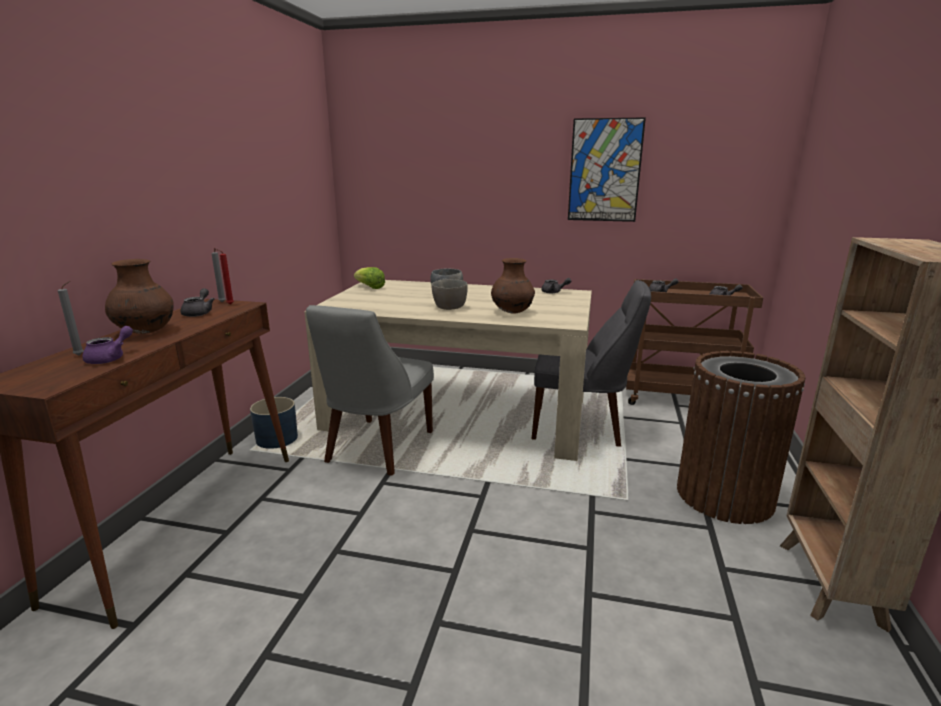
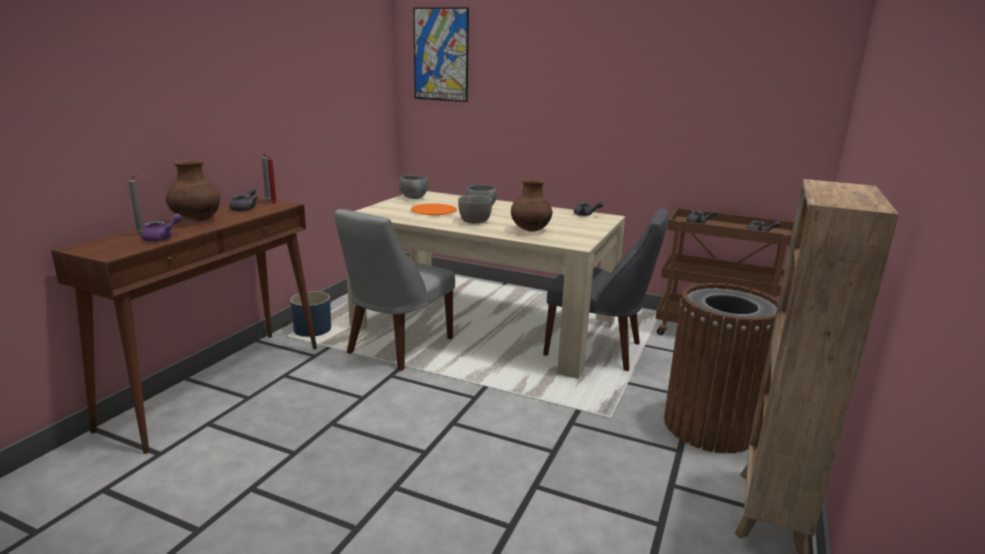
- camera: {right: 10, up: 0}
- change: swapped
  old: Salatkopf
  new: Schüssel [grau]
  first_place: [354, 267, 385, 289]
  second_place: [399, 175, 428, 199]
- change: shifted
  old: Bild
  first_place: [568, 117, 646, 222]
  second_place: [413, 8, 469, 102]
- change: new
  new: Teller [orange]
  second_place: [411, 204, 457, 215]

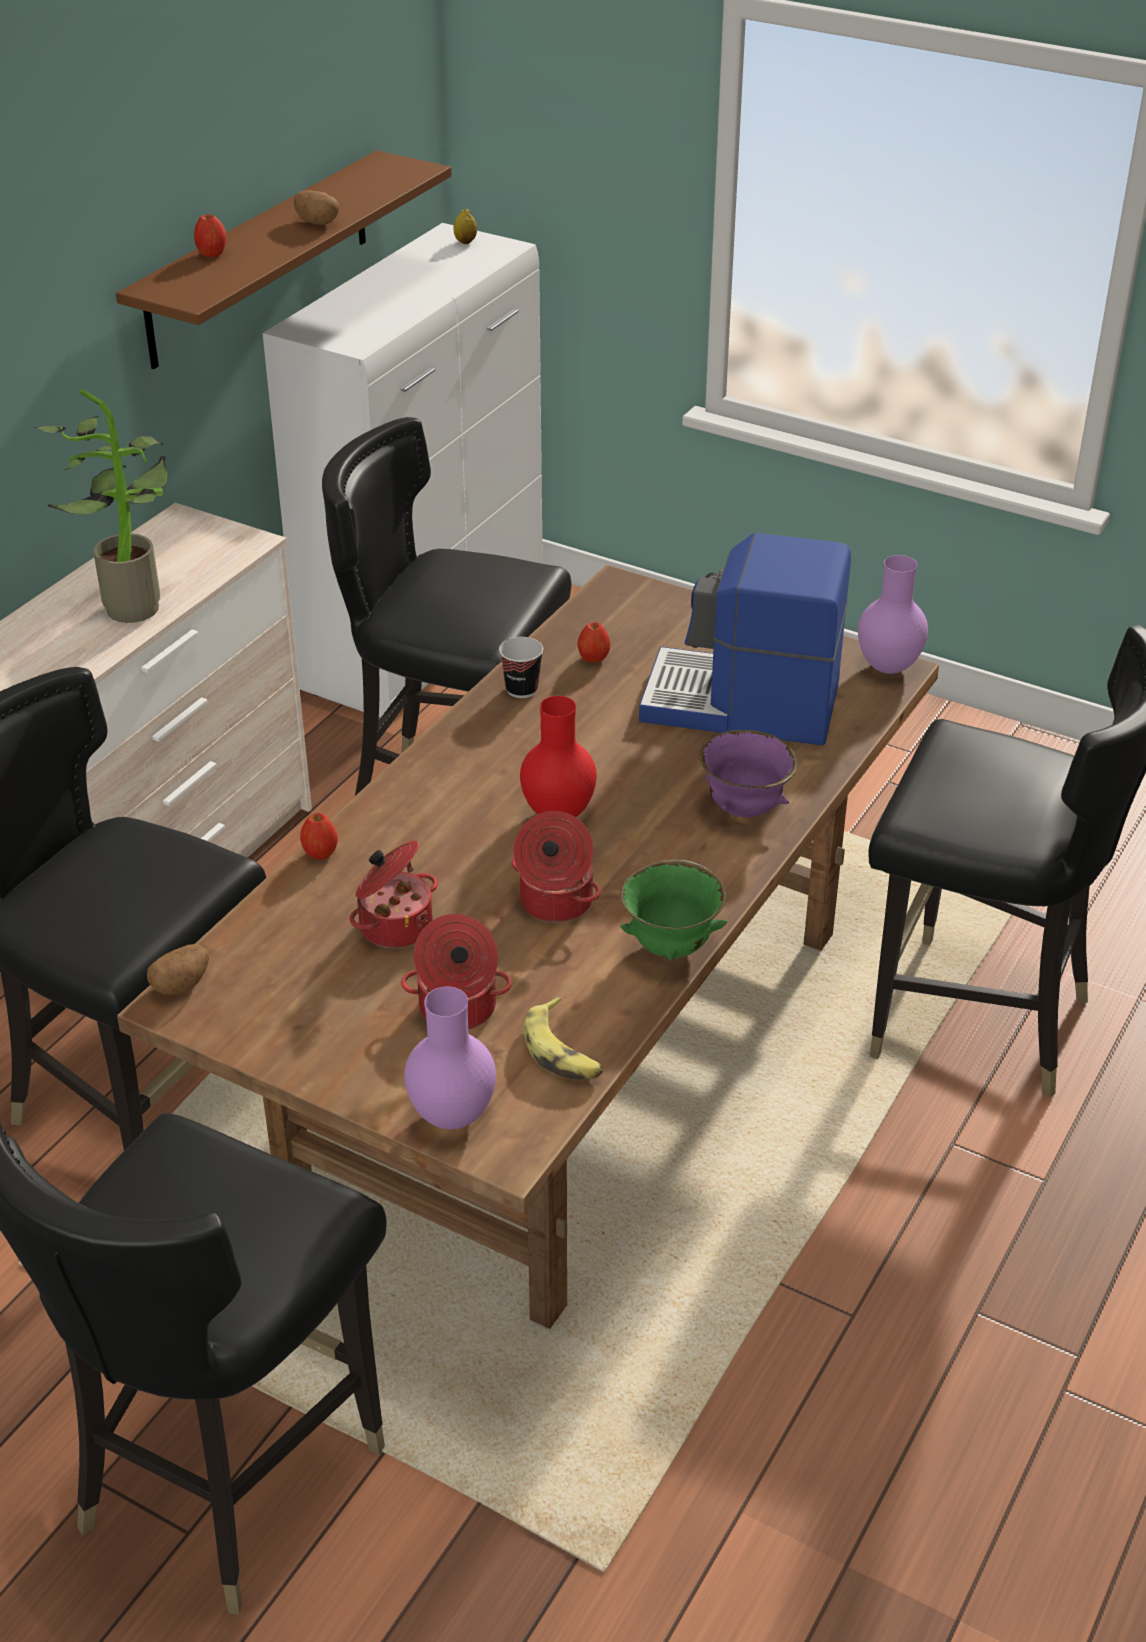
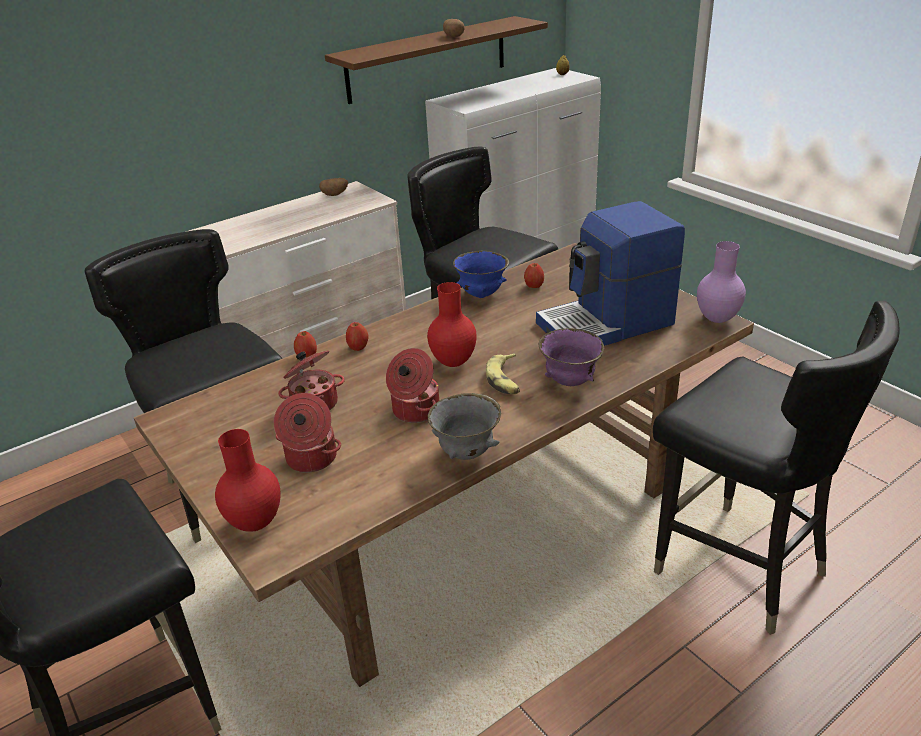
- camera: {right: 25, up: -5}
- change: gone
  old: Topfpflanze
  first_place: [34, 389, 168, 623]
- change: shifted
  old: Kartoffel
  first_place: [147, 944, 209, 995]
  second_place: [319, 178, 348, 196]
- change: shifted
  old: Apfel
  first_place: [194, 215, 227, 257]
  second_place: [346, 322, 369, 351]
- change: repainted
  old: Vase [lila]
  new: Vase [rot]
  first_place: [404, 987, 496, 1129]
  second_place: [215, 429, 281, 532]
- change: swapped
  old: Tasse
  new: Schüssel [blau]
  first_place: [499, 637, 543, 698]
  second_place: [453, 250, 509, 298]
- change: shifted
  old: Banane
  first_place: [524, 997, 603, 1080]
  second_place: [486, 353, 520, 394]
- change: repainted
  old: Schüssel [grün]
  new: Schüssel [grau]
  first_place: [620, 859, 727, 960]
  second_place: [428, 393, 501, 460]
- change: rotated
  old: Kaffeemaschine
  first_place: [639, 533, 851, 746]
  second_place: [536, 201, 685, 346]
  degrees: -60

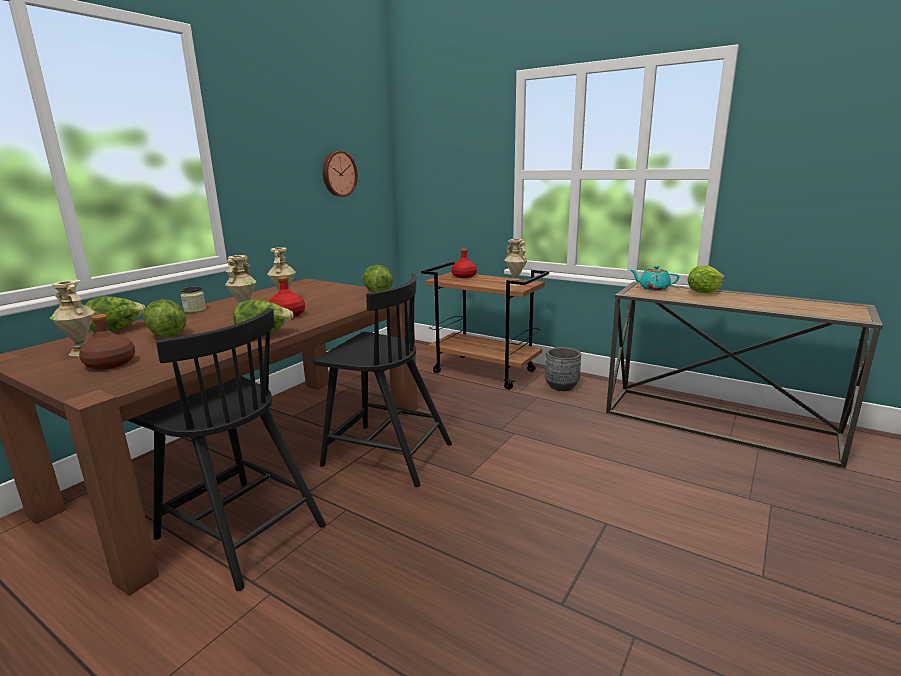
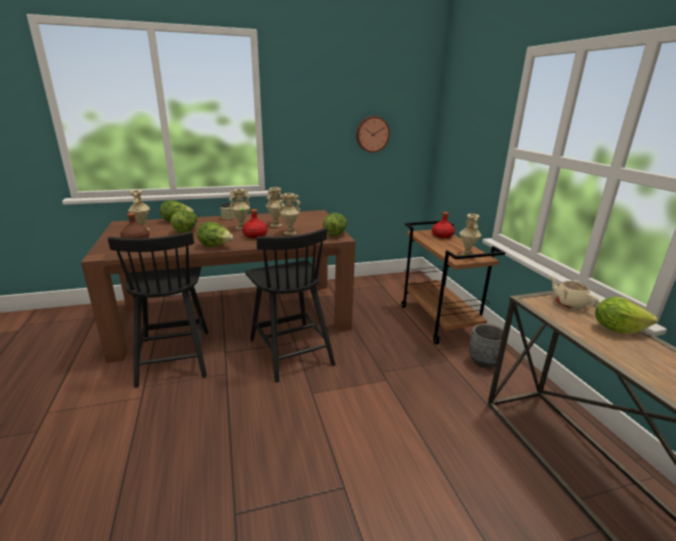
- camera: {right: 40, up: 5}
- change: repainted
  old: Teekanne [türkis]
  new: Teekanne [beige]
  first_place: [631, 266, 679, 291]
  second_place: [550, 276, 599, 310]
- change: new
  new: Vase [beige]
  second_place: [279, 193, 300, 235]

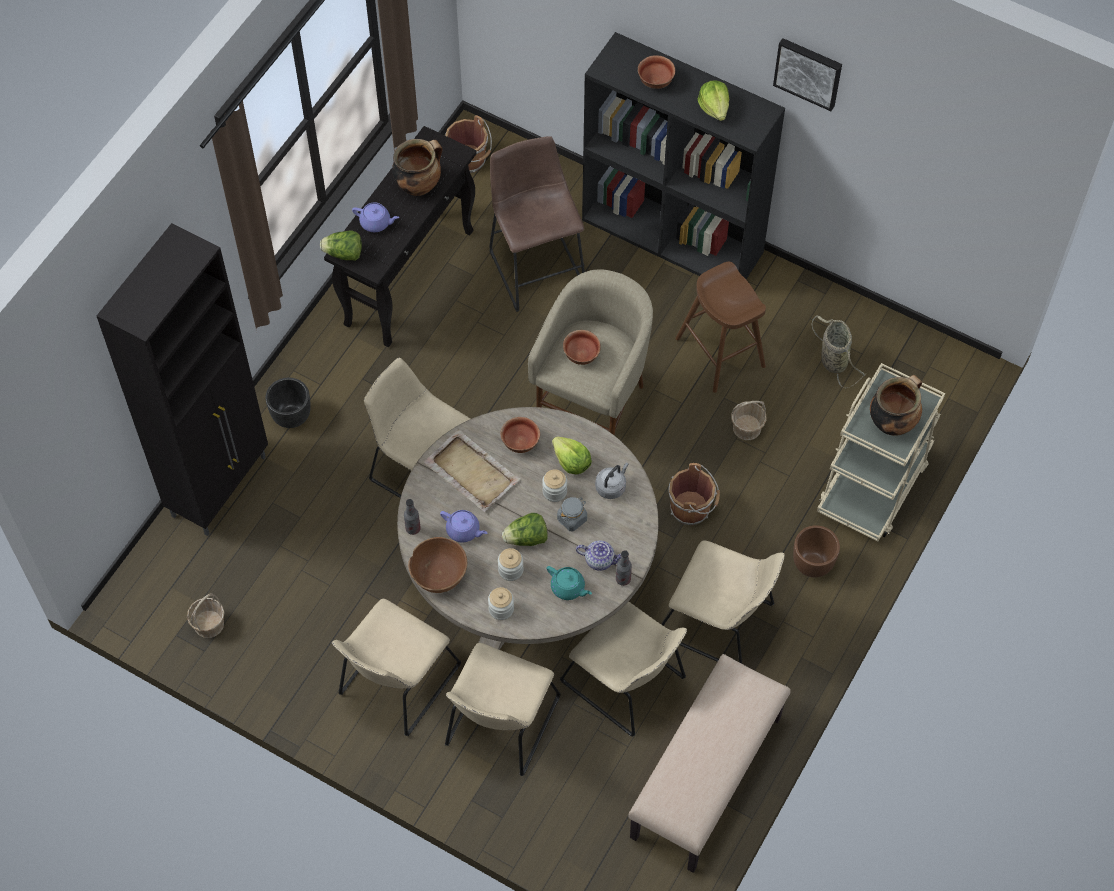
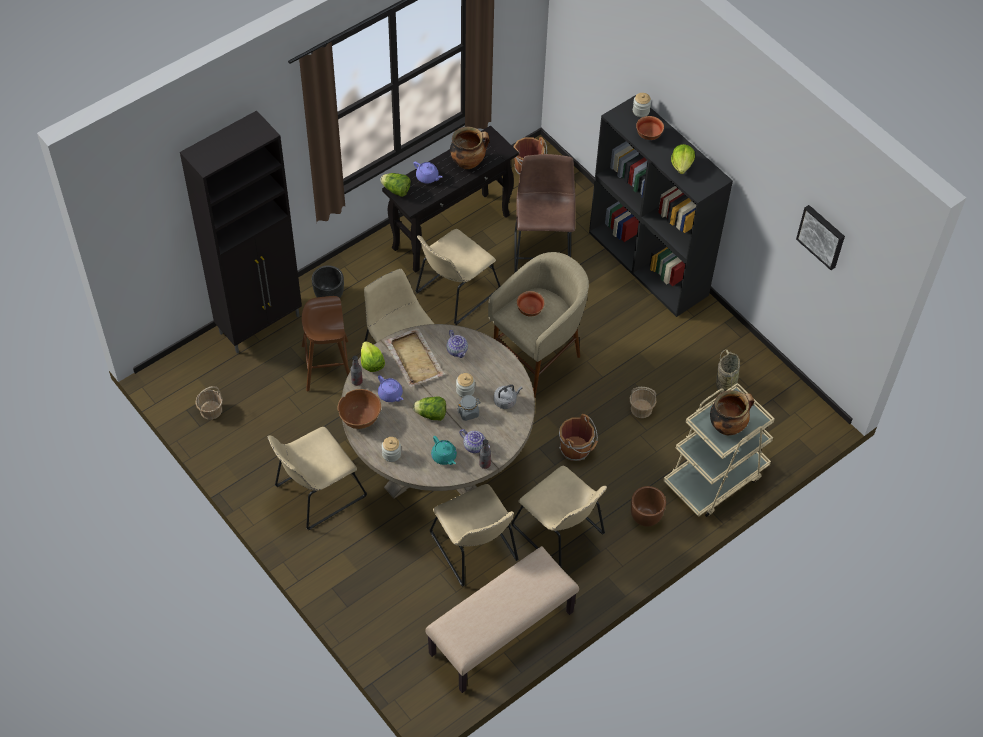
- camera: {right: 20, up: -5}
- change: shifted
  old: Stuhl [beige]
  first_place: [445, 643, 561, 776]
  second_place: [415, 229, 500, 325]
- change: shifted
  old: Vorratsglas
  first_place: [498, 548, 524, 581]
  second_place: [633, 93, 651, 117]
- change: swapped
  old: Schüssel
  new: Teekanne
  first_place: [501, 417, 540, 453]
  second_place: [446, 330, 468, 358]
- change: shifted
  old: Salatkopf
  first_place: [552, 436, 592, 474]
  second_place: [361, 341, 385, 372]
- change: shifted
  old: Hocker [braun]
  first_place: [676, 262, 766, 393]
  second_place: [302, 296, 350, 391]
- change: shifted
  old: Bild
  first_place: [773, 38, 842, 111]
  second_place: [796, 205, 845, 270]

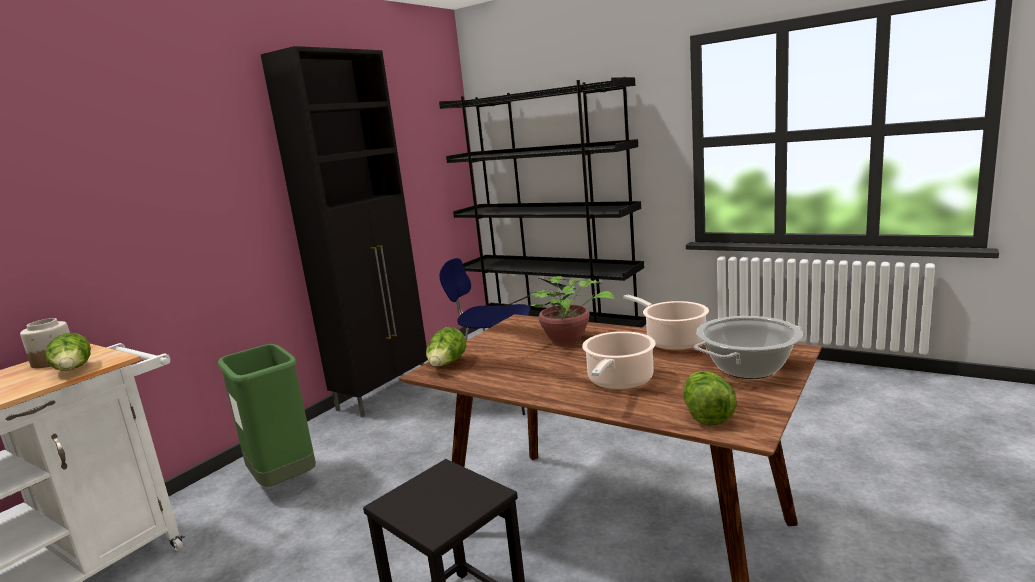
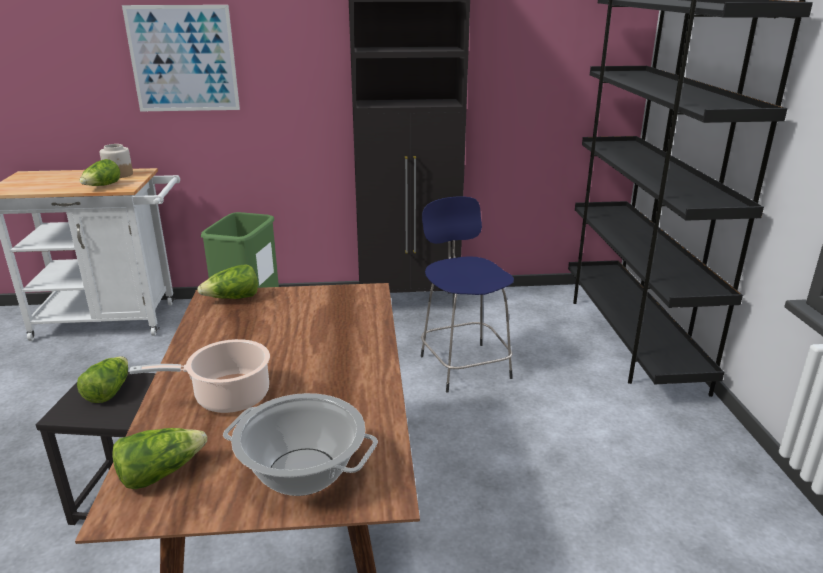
- camera: {right: 50, up: 10}
- change: gone
  old: Topfpflanze
  first_place: [477, 276, 615, 345]
- change: gone
  old: Kochtopf
  first_place: [623, 295, 709, 351]
- change: new
  new: Salatkopf
  second_place: [77, 356, 128, 403]
- change: new
  new: Bild
  second_place: [122, 5, 240, 111]

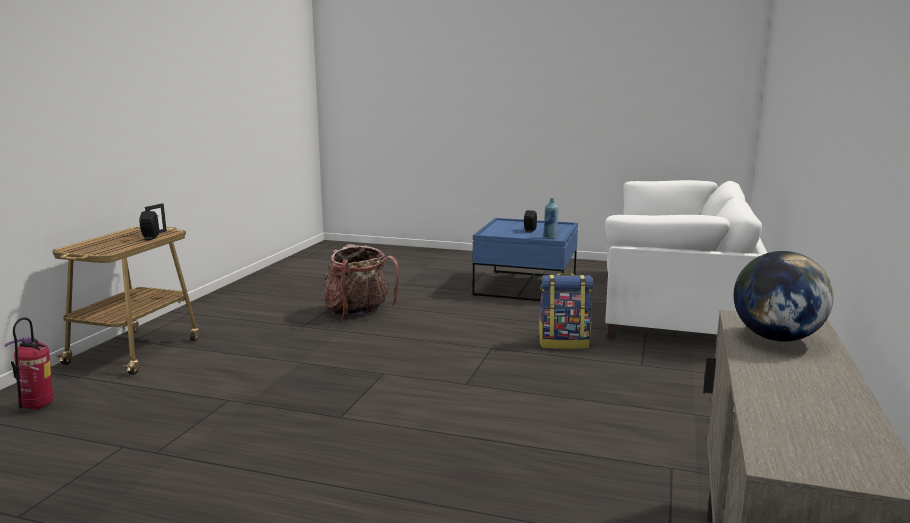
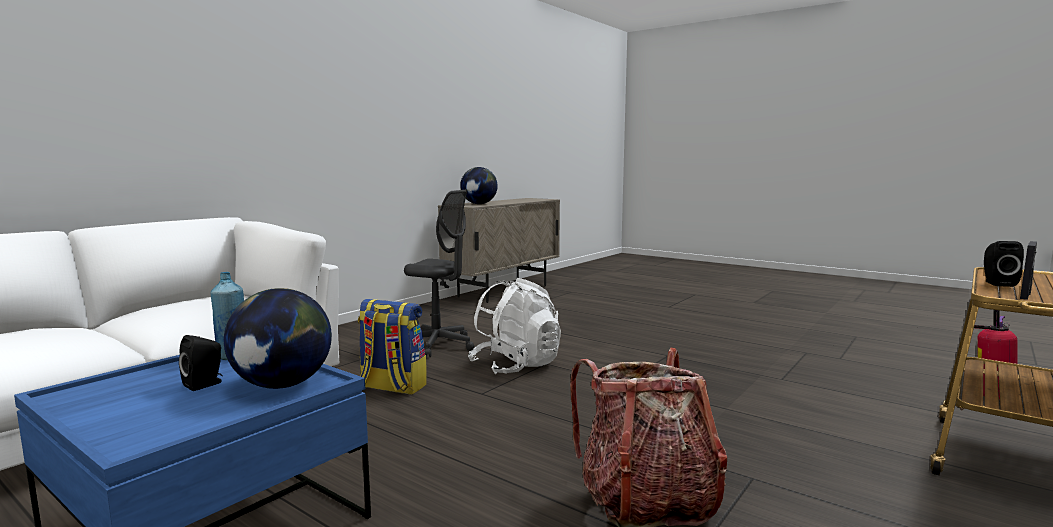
- camera: {right: -160, up: -5}
- change: new
  new: Globus
  second_place: [224, 288, 332, 389]
- change: new
  new: Bürostuhl [grau]
  second_place: [404, 190, 474, 357]
- change: new
  new: Rucksack [weiß]
  second_place: [468, 278, 561, 374]

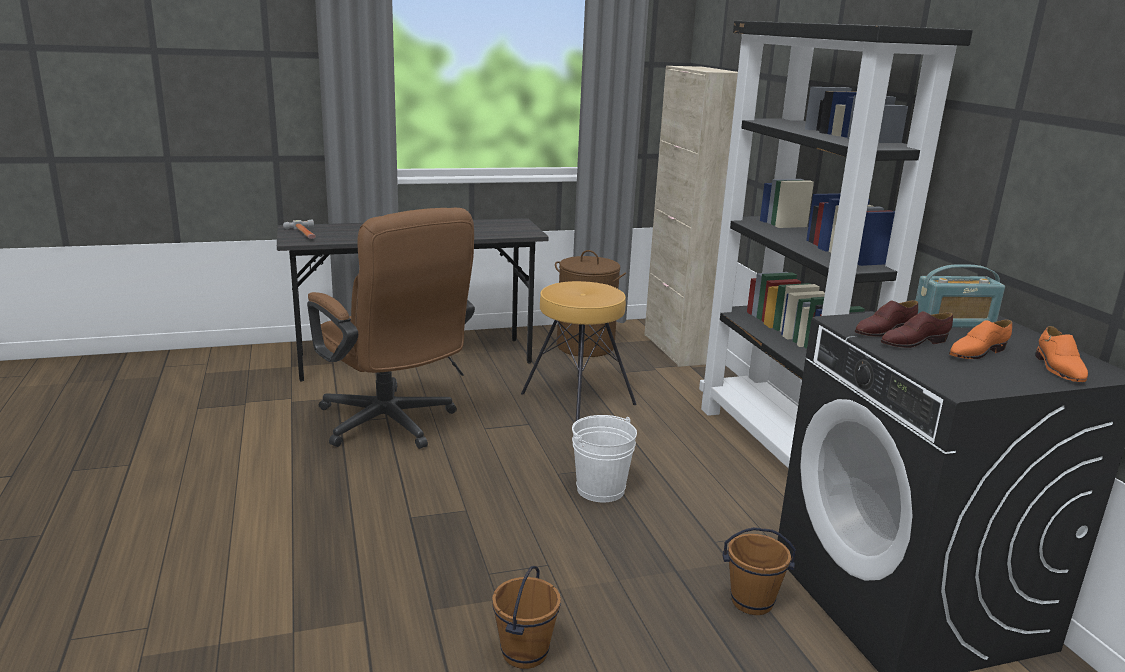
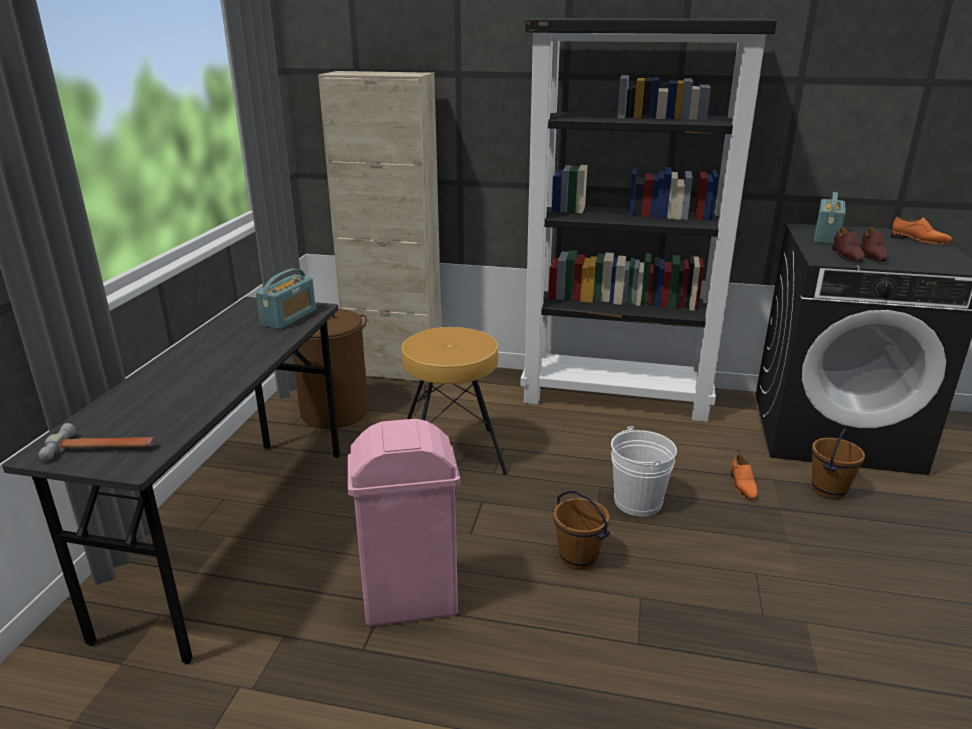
- camera: {right: -60, up: 5}
- change: swapped
  old: Bürostuhl [braun]
  new: Mülleimer [rosa]
  first_place: [307, 208, 475, 449]
  second_place: [348, 419, 460, 626]
- change: shifted
  old: Eimer [braun]
  first_place: [492, 566, 561, 669]
  second_place: [553, 491, 610, 570]
- change: shifted
  old: Schuh [orange]
  first_place: [949, 320, 1012, 359]
  second_place: [731, 454, 757, 500]
- change: new
  new: Radio
  second_place: [256, 269, 316, 329]

